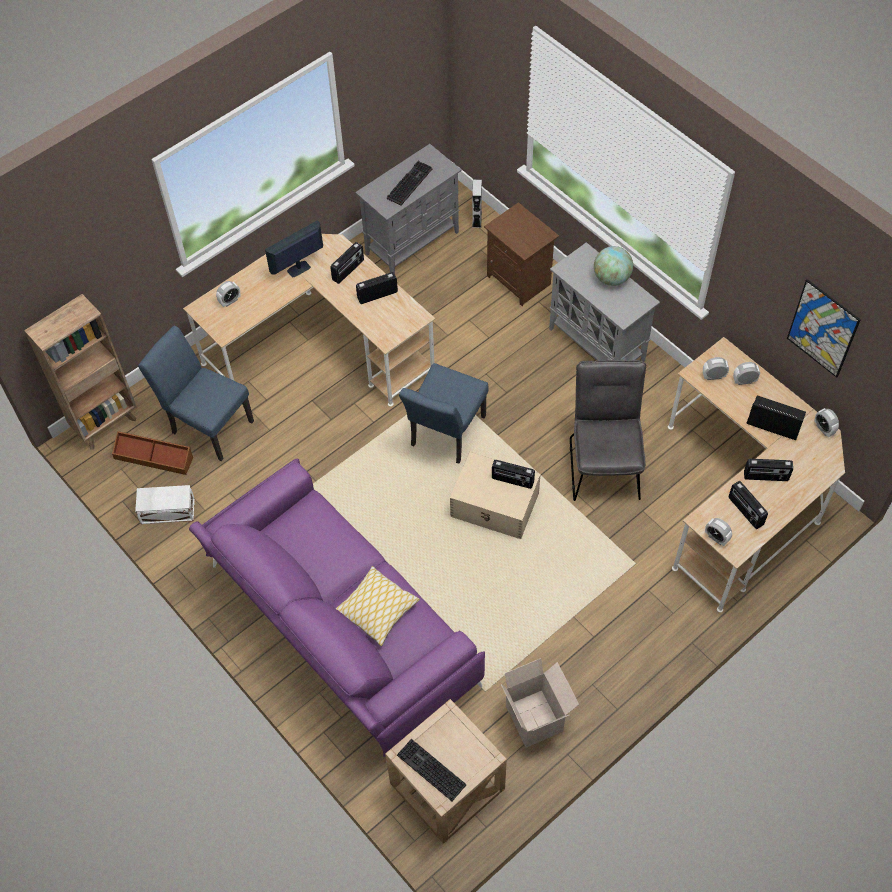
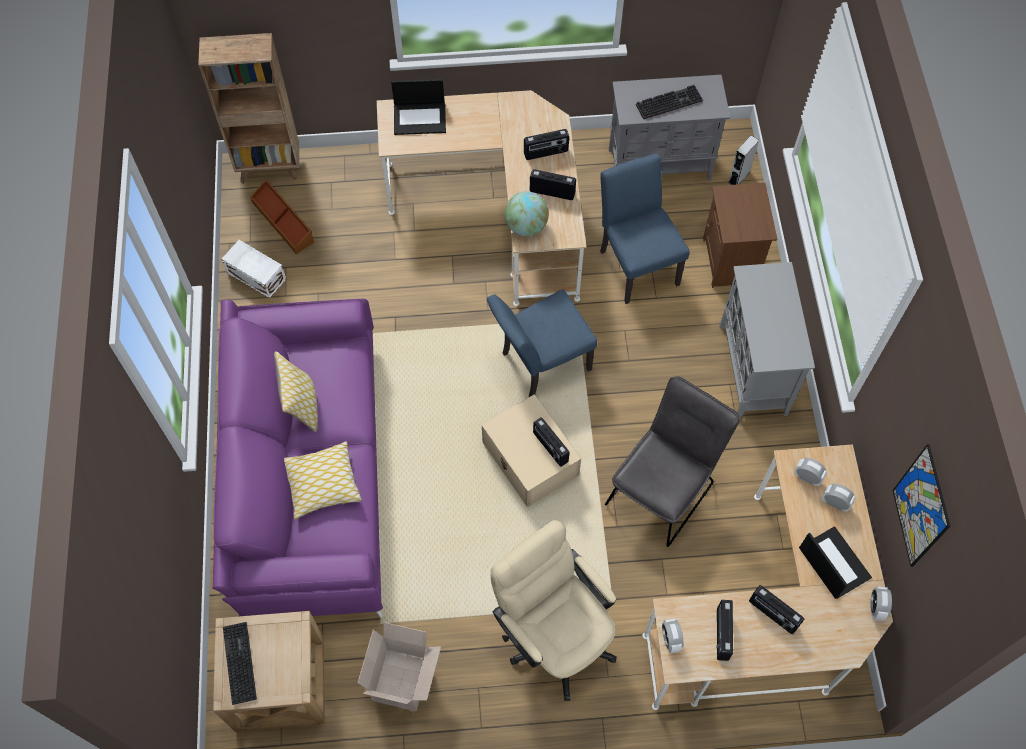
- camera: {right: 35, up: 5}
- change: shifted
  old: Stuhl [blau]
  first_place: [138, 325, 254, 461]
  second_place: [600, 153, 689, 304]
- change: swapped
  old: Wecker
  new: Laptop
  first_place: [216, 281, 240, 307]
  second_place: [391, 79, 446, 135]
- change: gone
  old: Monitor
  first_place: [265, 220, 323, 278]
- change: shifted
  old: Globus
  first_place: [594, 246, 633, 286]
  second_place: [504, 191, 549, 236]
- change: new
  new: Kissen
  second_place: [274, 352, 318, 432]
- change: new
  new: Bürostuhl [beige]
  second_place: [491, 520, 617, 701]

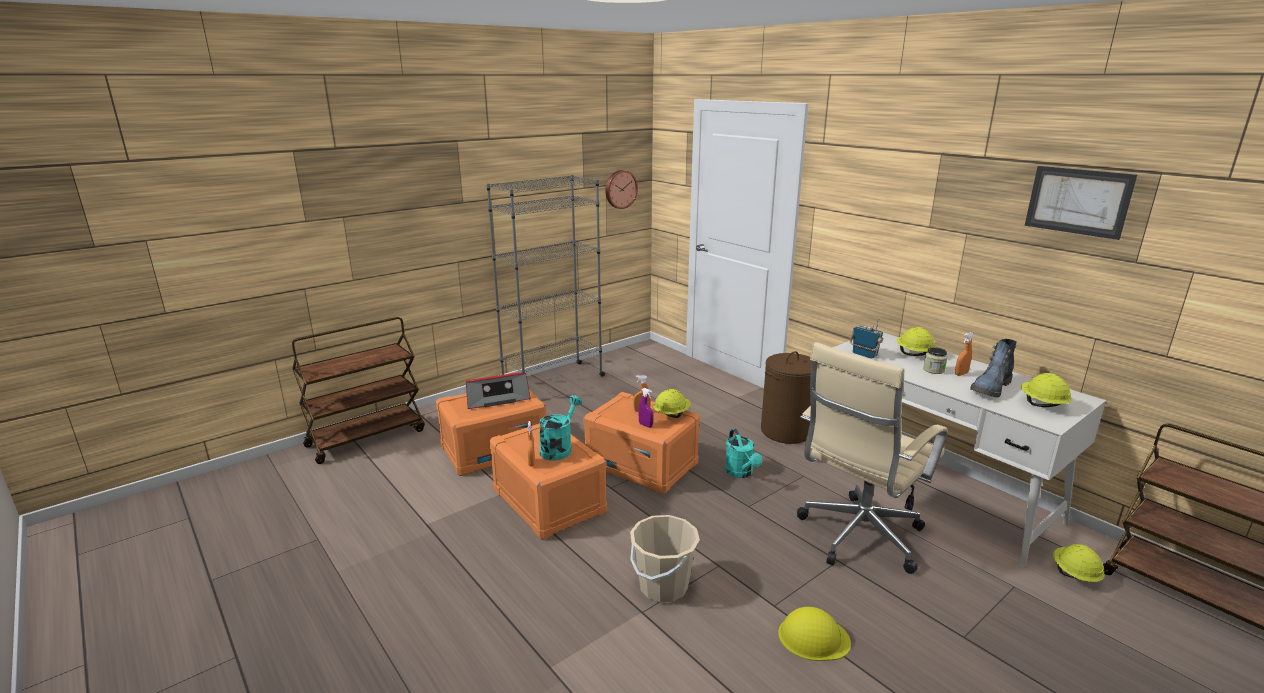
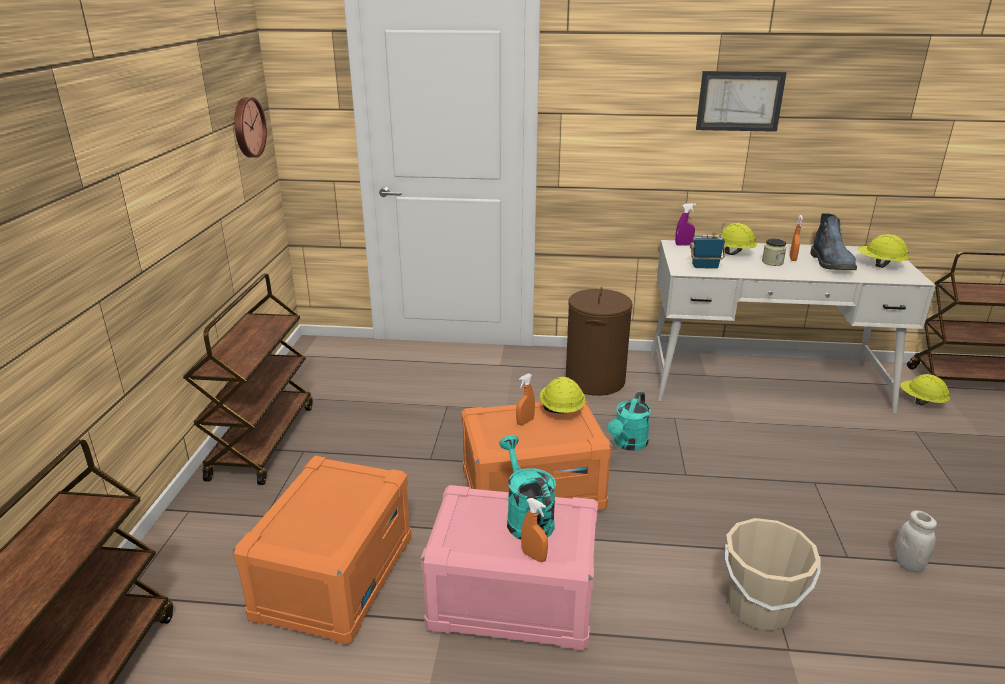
- camera: {right: -45, up: 5}
- change: gone
  old: Radio
  first_place: [466, 372, 531, 409]
- change: swapped
  old: Bücherregal [grau]
  new: Rollwagen [braun]
  first_place: [486, 175, 605, 377]
  second_place: [183, 274, 313, 485]
- change: repainted
  old: Aufbewahrungsbox [orange]
  new: Aufbewahrungsbox [rosa]
  first_place: [489, 424, 607, 540]
  second_place: [420, 485, 598, 650]
- change: shifted
  old: Sprühflasche [lila]
  first_place: [639, 388, 653, 428]
  second_place: [675, 203, 696, 246]
- change: rotated
  old: Gießkanne [türkis]
  first_place: [725, 429, 763, 478]
  second_place: [608, 391, 651, 451]
  degrees: 90
- change: swapped
  old: Schutzhelm [gelb]
  new: Vorratsglas [weiß]
  first_place: [778, 607, 851, 661]
  second_place: [895, 510, 937, 572]
- change: gone
  old: Bürostuhl [beige]
  first_place: [797, 342, 947, 574]
- change: shifted
  old: Bild
  first_place: [1025, 166, 1137, 240]
  second_place: [696, 71, 787, 132]

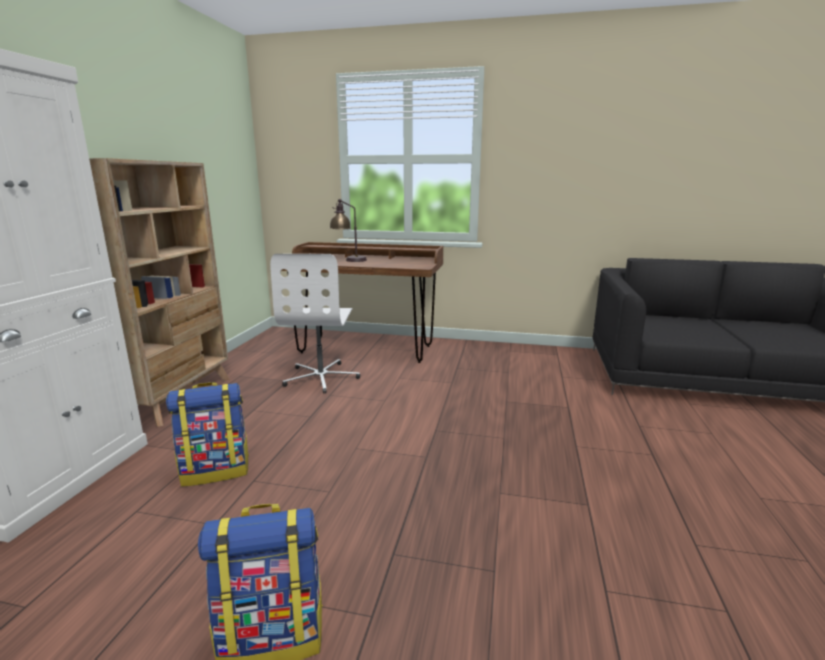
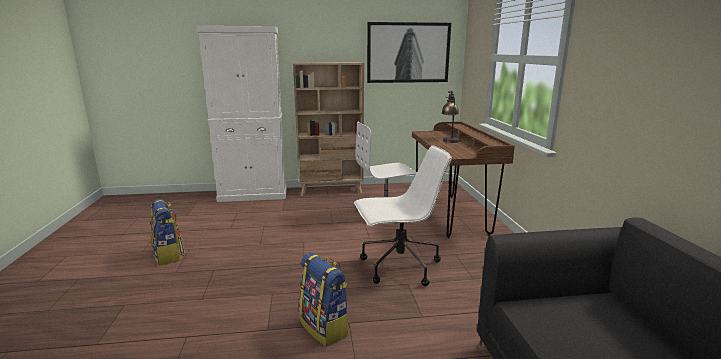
- camera: {right: 70, up: 0}
- change: shifted
  old: Rucksack
  first_place: [166, 382, 249, 487]
  second_place: [299, 253, 350, 347]
- change: new
  new: Bürostuhl [weiß]
  second_place: [354, 145, 452, 286]
- change: new
  new: Bild
  second_place: [367, 22, 451, 83]

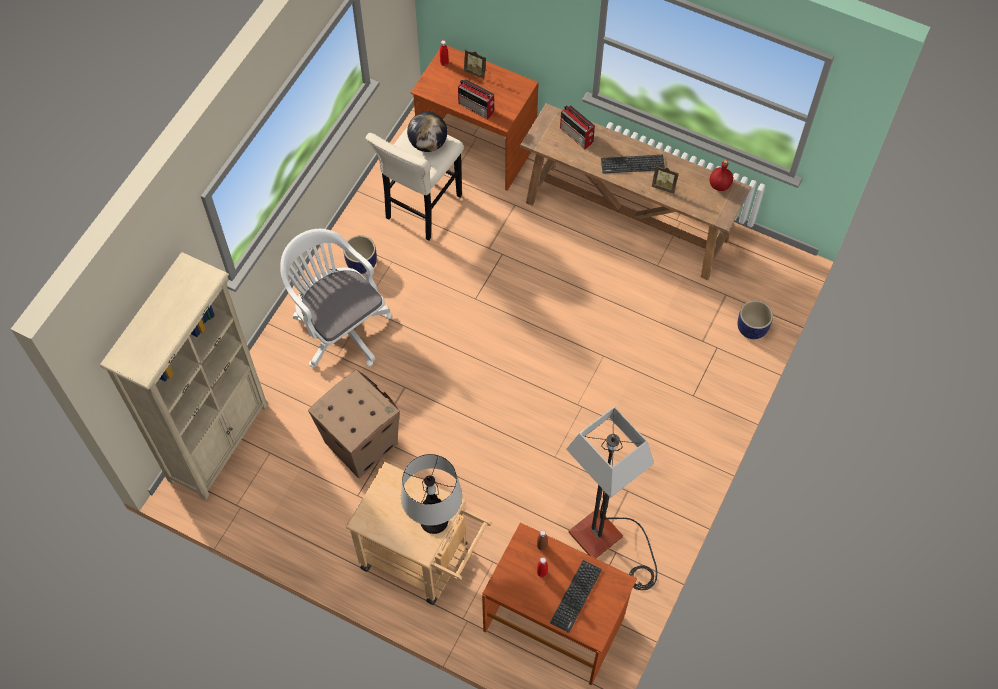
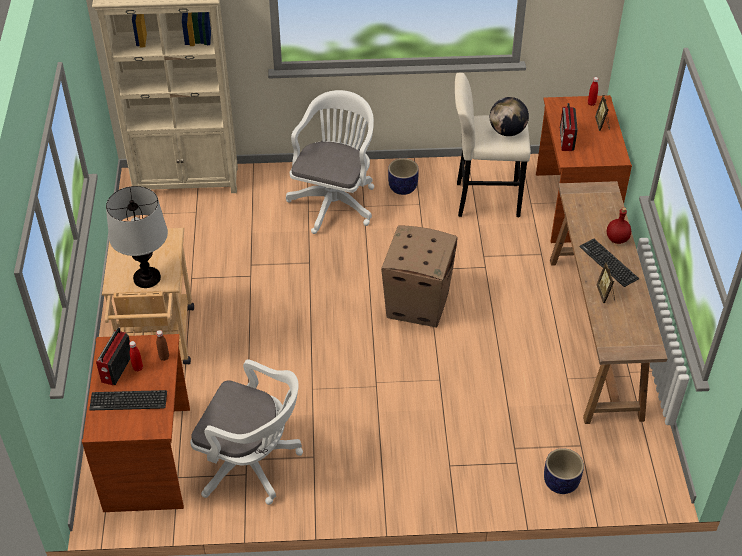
- camera: {right: 60, up: -15}
- change: shifted
  old: Karton
  first_place: [308, 370, 400, 478]
  second_place: [381, 226, 458, 328]
- change: shifted
  old: Radio
  first_place: [560, 105, 595, 149]
  second_place: [96, 327, 130, 385]
- change: swapped
  old: Stehlampe
  new: Bürostuhl [weiß]
  first_place: [566, 406, 657, 590]
  second_place: [190, 359, 303, 505]
- change: shifted
  old: Flasche [rot]
  first_place: [710, 160, 733, 191]
  second_place: [607, 207, 631, 244]

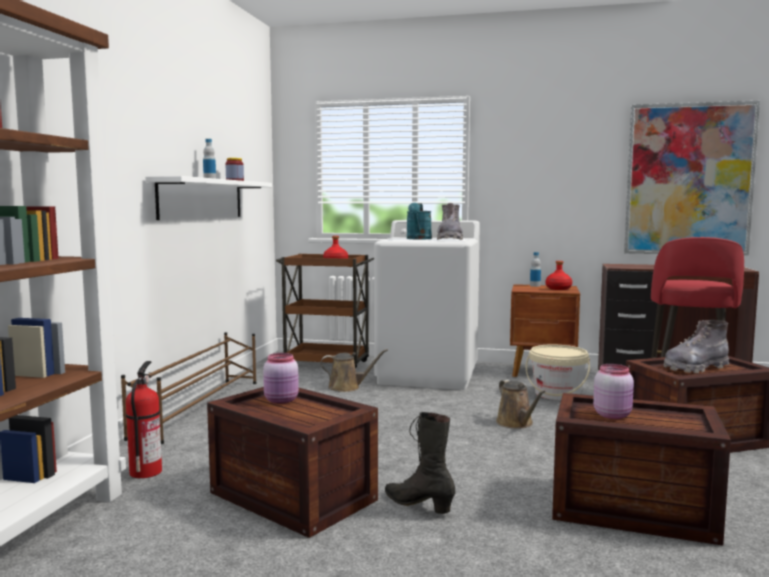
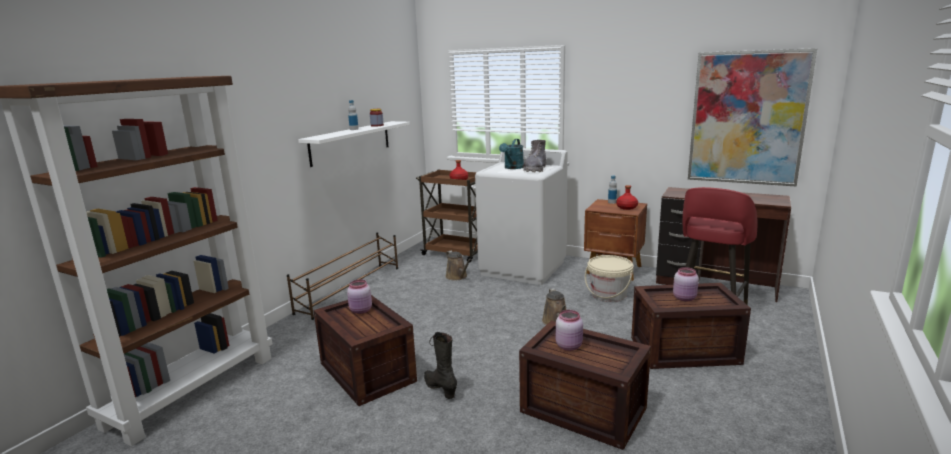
- camera: {right: 15, up: 10}
- change: gone
  old: Feuerlöscher
  first_place: [126, 361, 162, 478]
- change: rotated
  old: Gießkanne [braun]
  first_place: [320, 349, 388, 392]
  second_place: [445, 251, 472, 281]
  degrees: 45
- change: swapped
  old: Stiefel [grau]
  new: Vorratsglas [rosa]
  first_place: [664, 320, 729, 373]
  second_place: [673, 267, 699, 301]

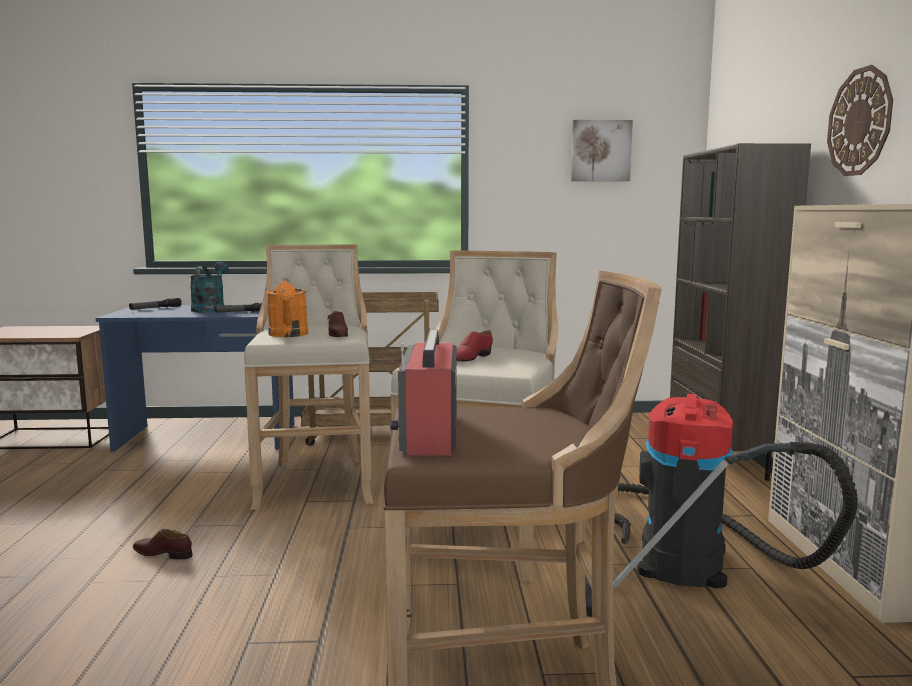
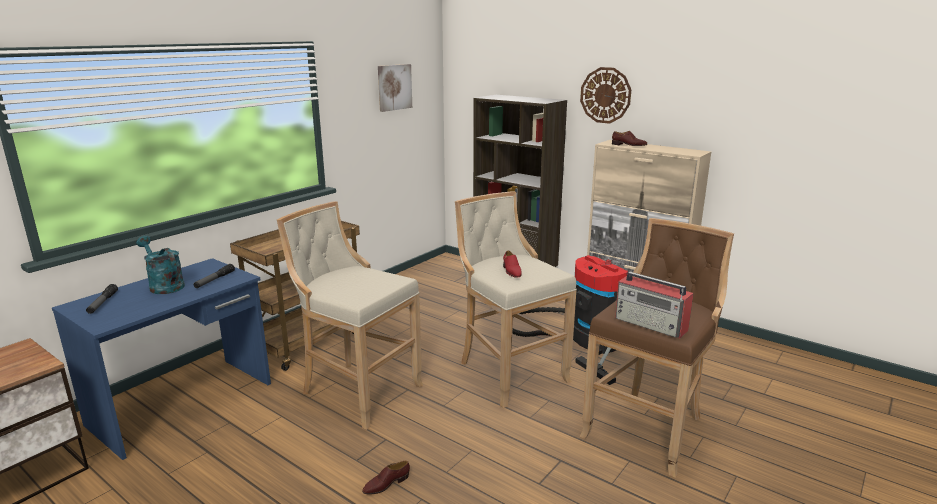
- camera: {right: -50, up: 10}
- change: gone
  old: Gießkanne [orange]
  first_place: [267, 277, 308, 337]
- change: shifted
  old: Schuh [braun]
  first_place: [328, 311, 348, 337]
  second_place: [612, 131, 647, 146]

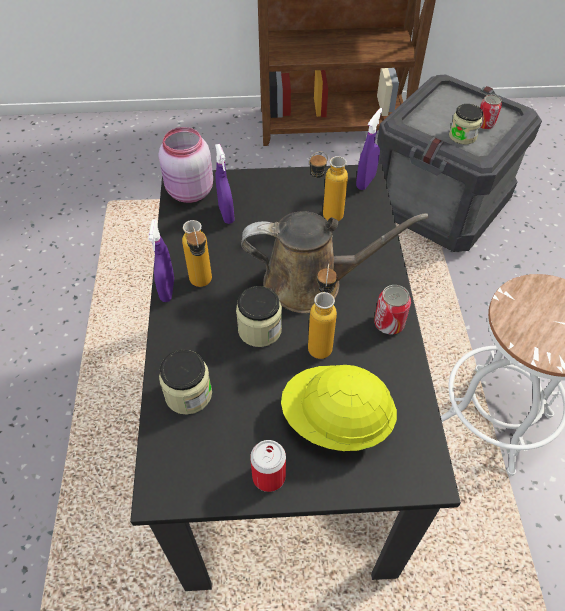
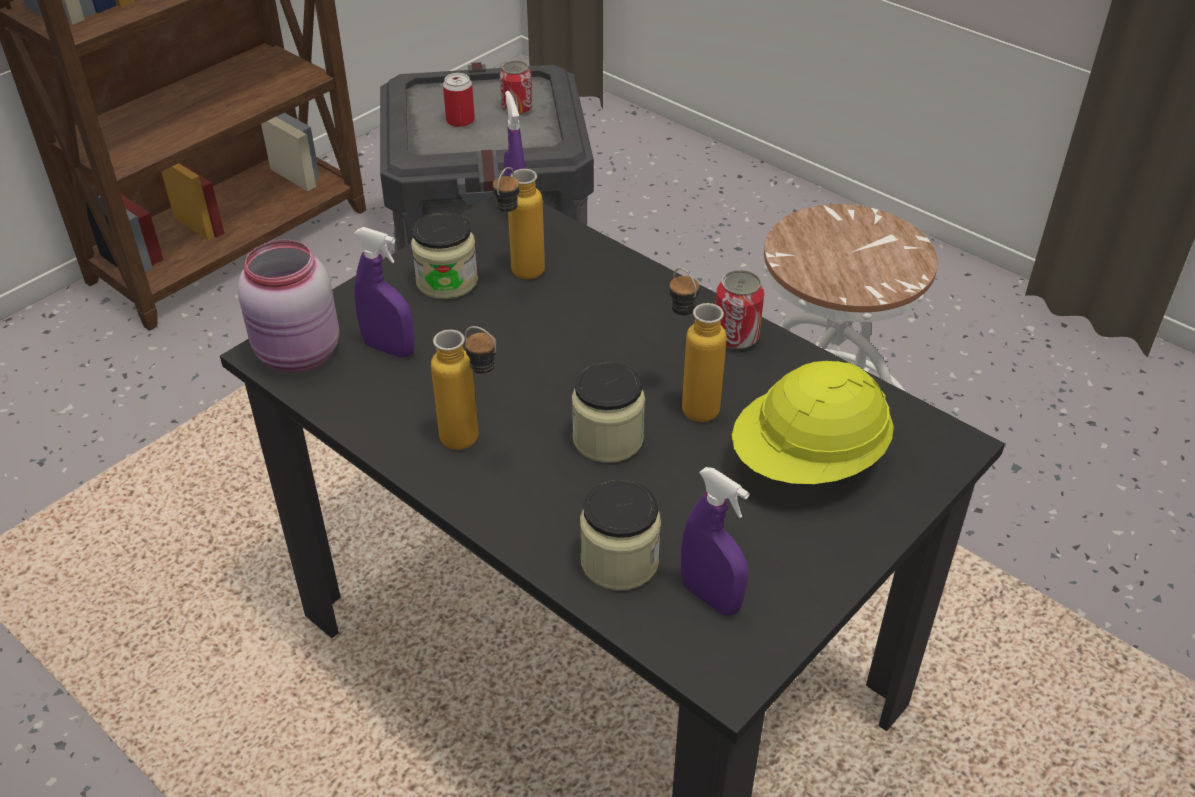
- camera: {right: -45, up: -10}
- change: shifted
  old: Sprühflasche [lila]
  first_place: [149, 220, 174, 302]
  second_place: [681, 467, 749, 616]
- change: gone
  old: Gießkanne [braun]
  first_place: [241, 211, 429, 313]
- change: shifted
  old: Dose
  first_place: [250, 440, 286, 492]
  second_place: [443, 73, 475, 127]
- change: shifted
  old: Vorratsglas
  first_place: [449, 104, 483, 145]
  second_place: [411, 212, 478, 299]

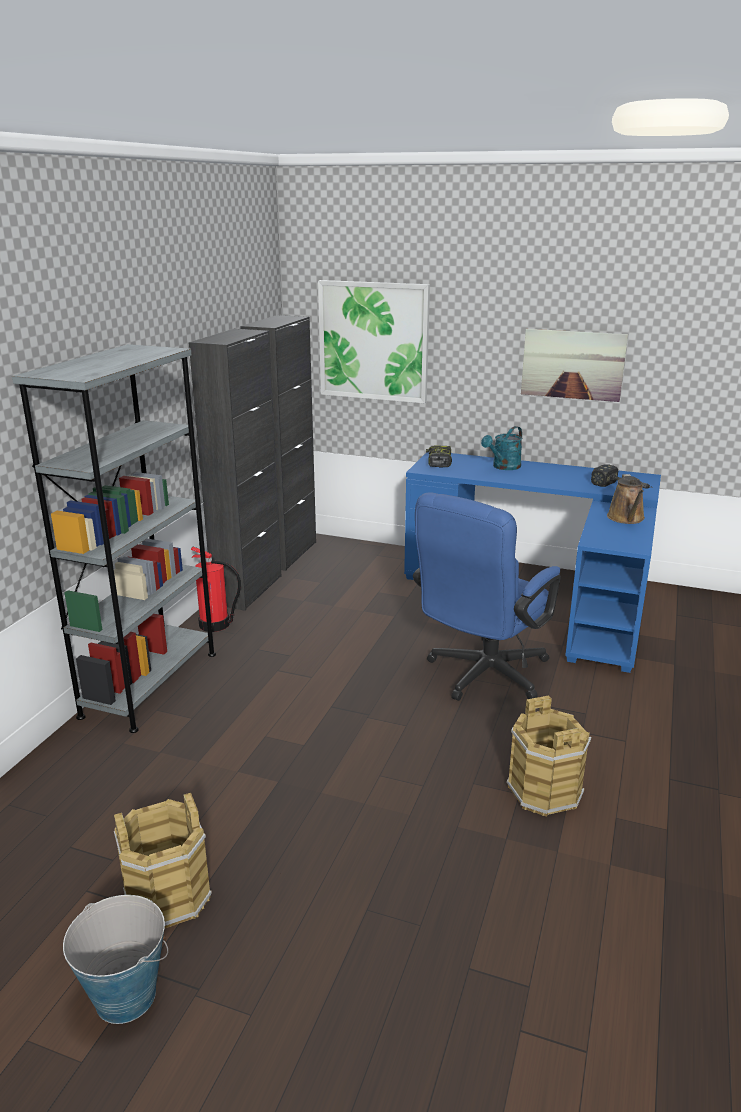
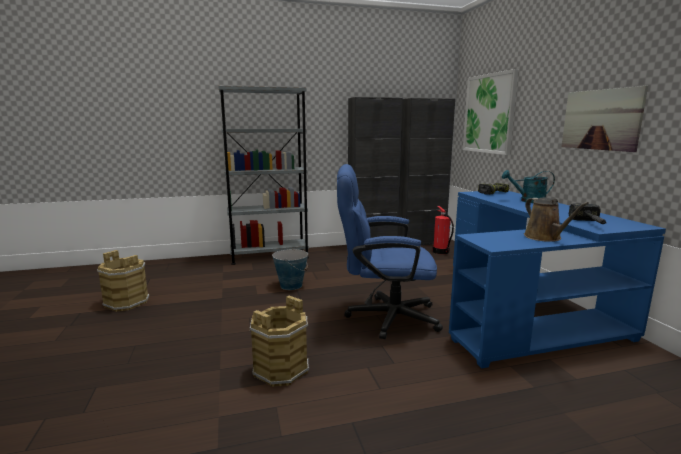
- camera: {right: 55, up: -10}
- change: shifted
  old: Eimer
  first_place: [63, 895, 168, 1024]
  second_place: [272, 248, 309, 290]
- change: shifted
  old: Feuerlöscher
  first_place: [191, 547, 241, 632]
  second_place: [433, 206, 454, 254]
- change: rotated
  old: Gießkanne [braun]
  first_place: [607, 474, 645, 524]
  second_place: [524, 198, 589, 242]
  degrees: -75

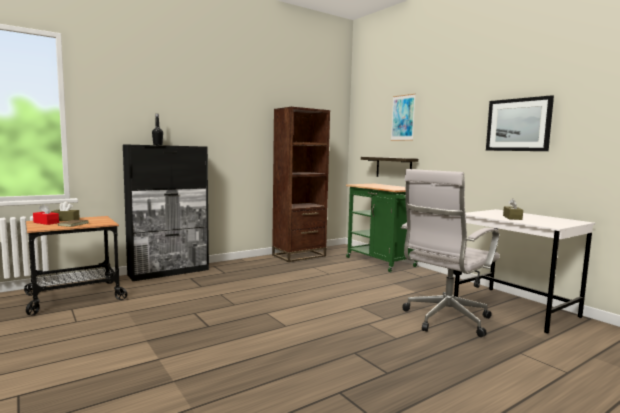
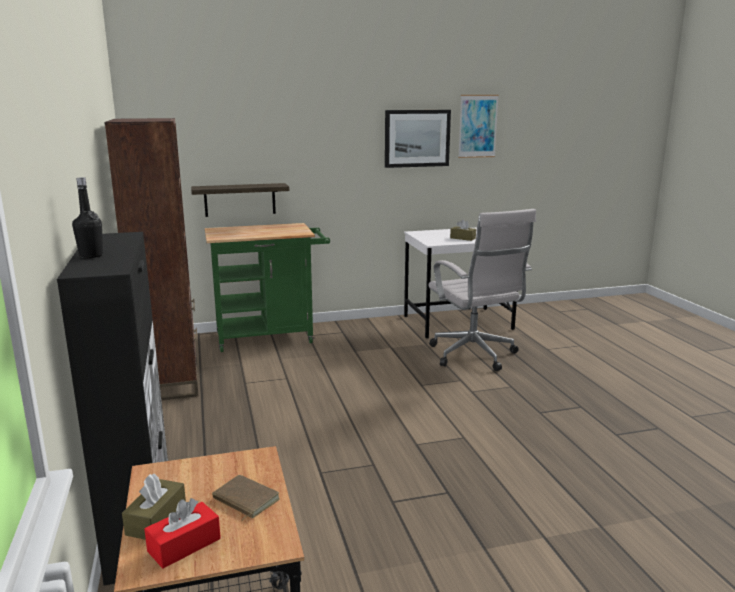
- camera: {right: -70, up: 10}
- change: shifted
  old: Bild
  first_place: [391, 94, 416, 141]
  second_place: [458, 95, 499, 158]

